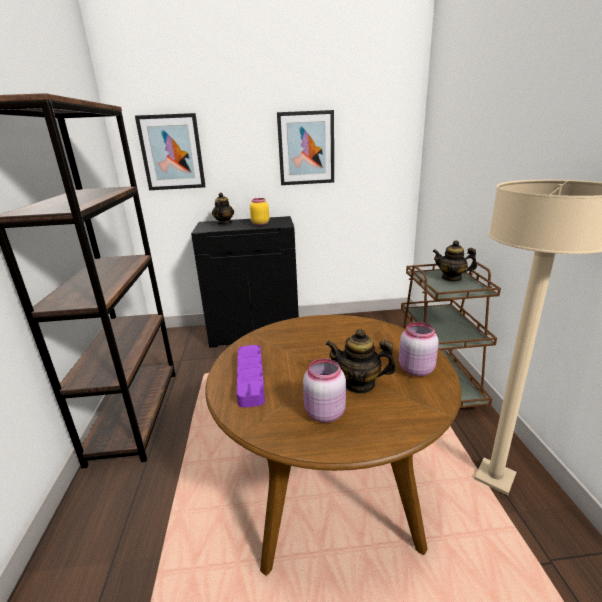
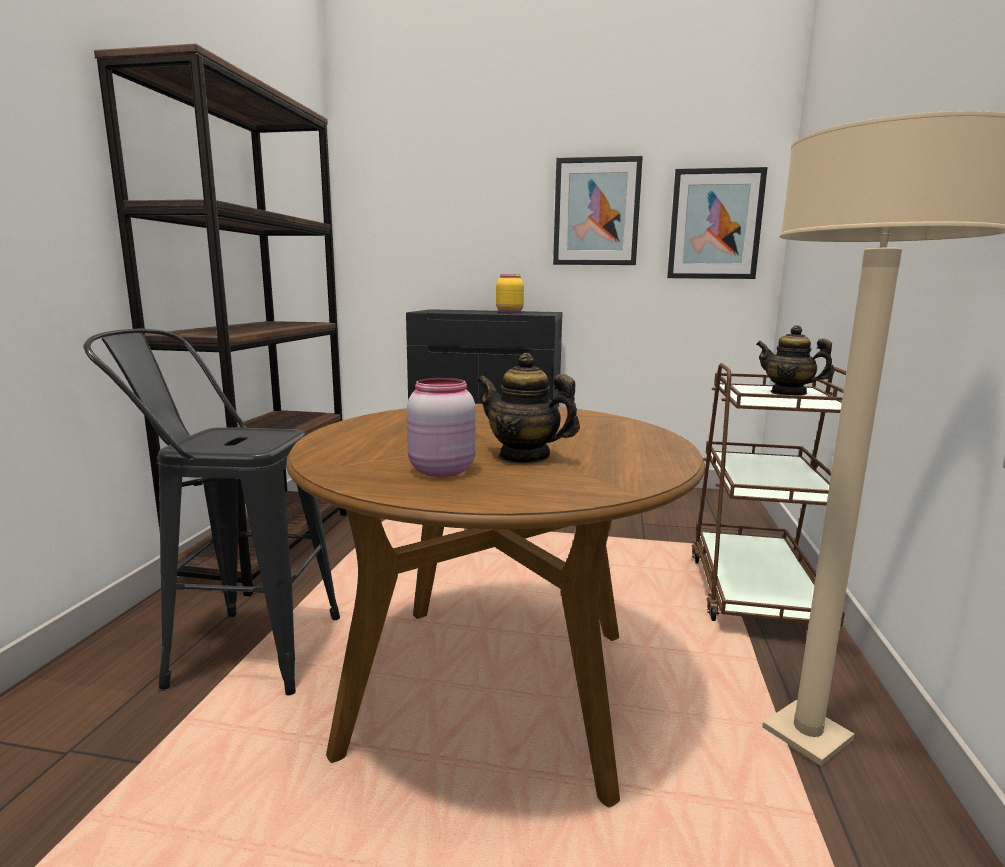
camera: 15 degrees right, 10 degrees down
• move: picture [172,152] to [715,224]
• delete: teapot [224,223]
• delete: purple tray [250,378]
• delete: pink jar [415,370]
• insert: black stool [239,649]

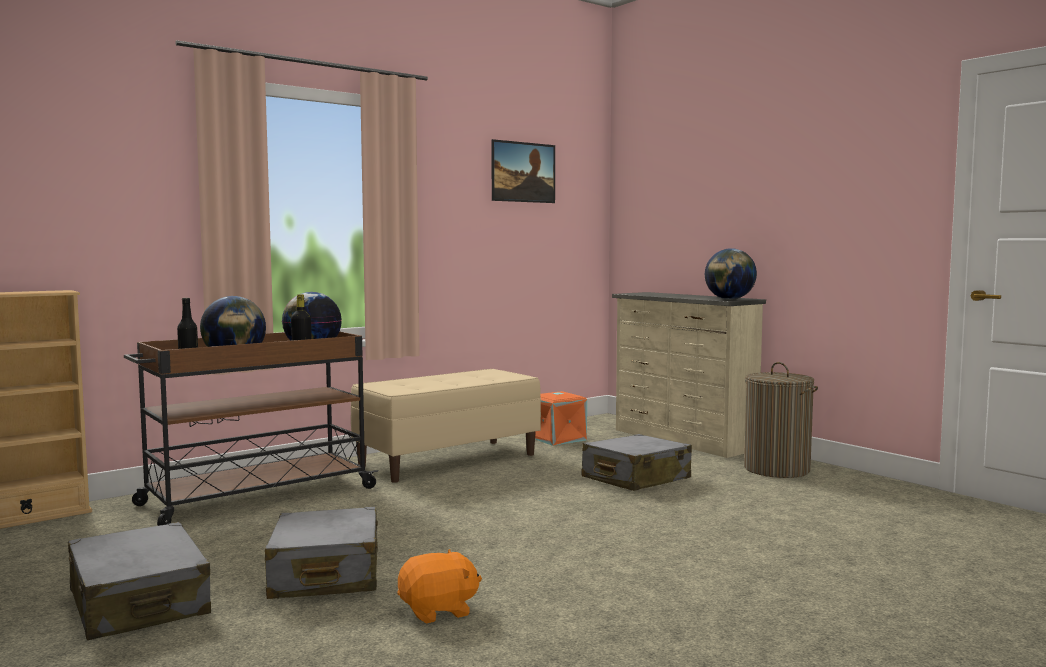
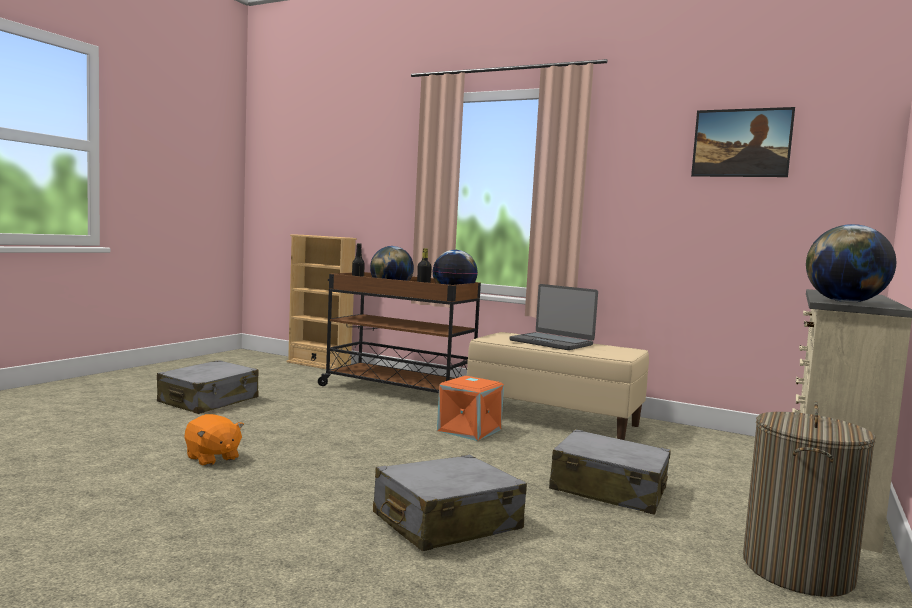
camera: 65 degrees right, 0 degrees up
• move: grey suitcase [326,575] to [446,522]
• move: orange storage box [558,438] to [470,430]
• insert: laptop [552,342]

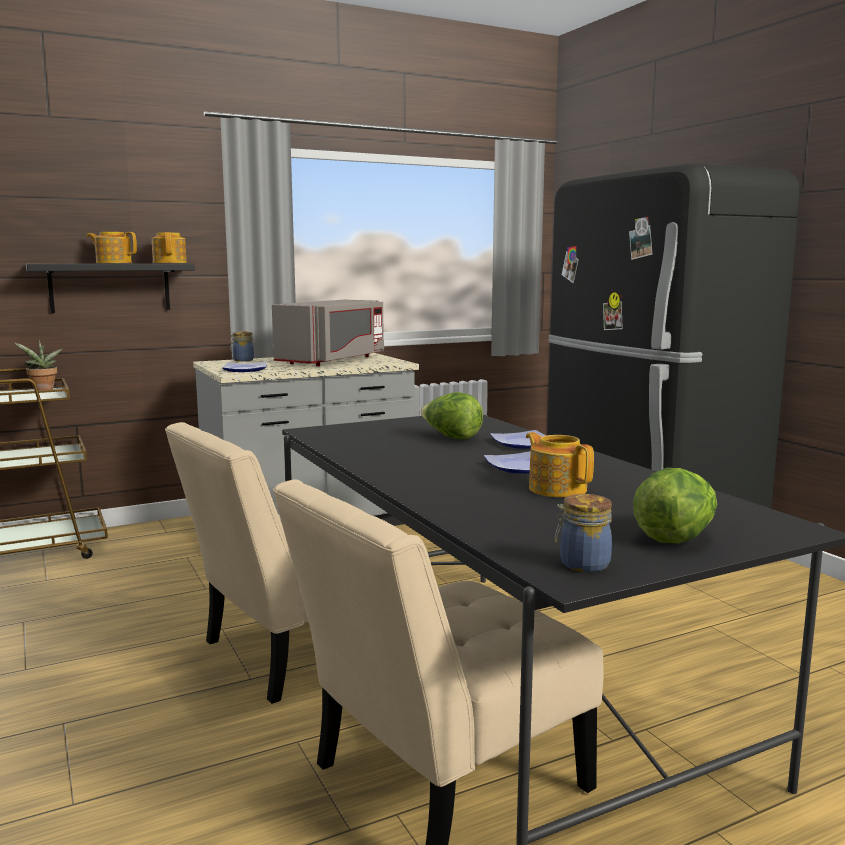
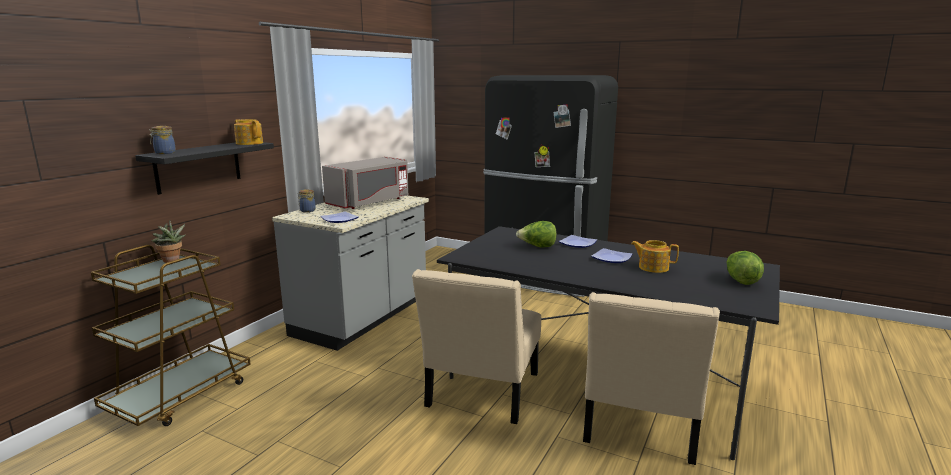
camera: 35 degrees left, 5 degrees up
• delete: teapot [113,263]
• rotate: grey microwave [333,360] = [370,202] 45 degrees clockwise
• move: jar [582,564] to [164,153]

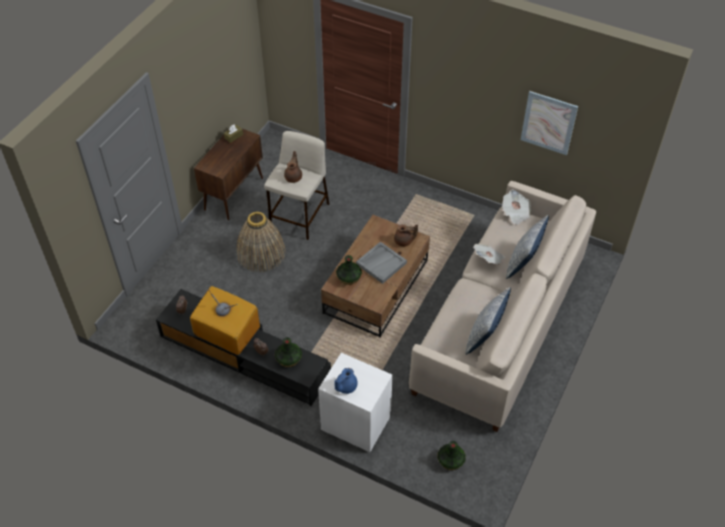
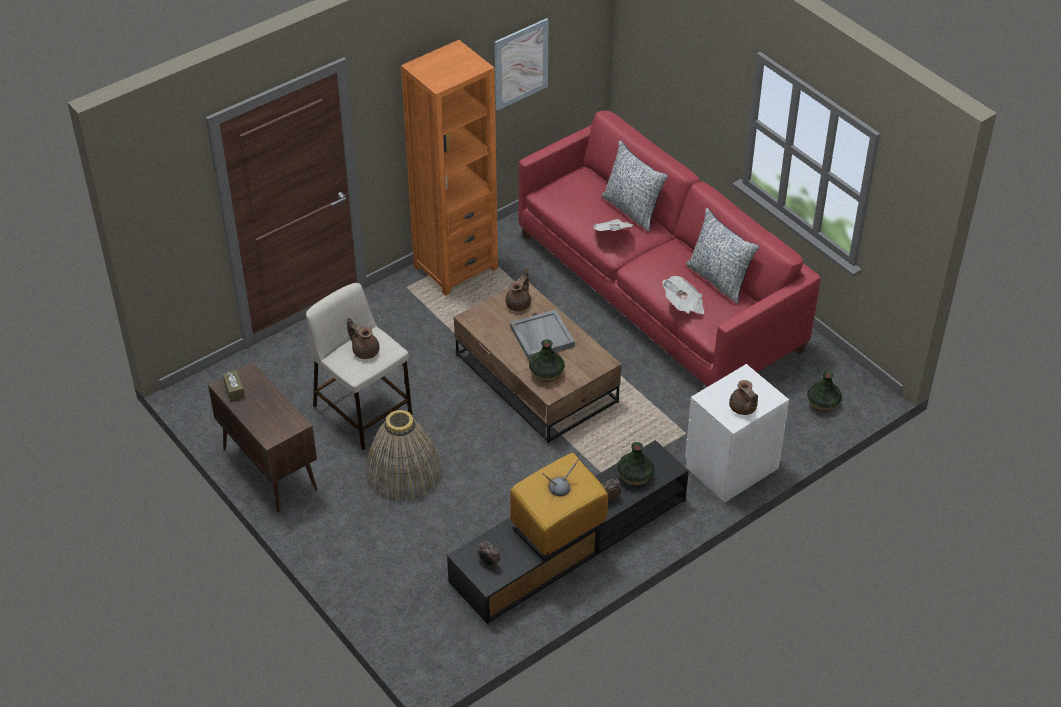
camera: 65 degrees left, 5 degrees down
• recolor: blue teapot [345,386] to brown teapot [743,409]
• recolor: beige sofa [500,324] to red sofa [659,292]
• move: newspaper [515,213] to [683,305]
• insert: orange bookcase [455,267]

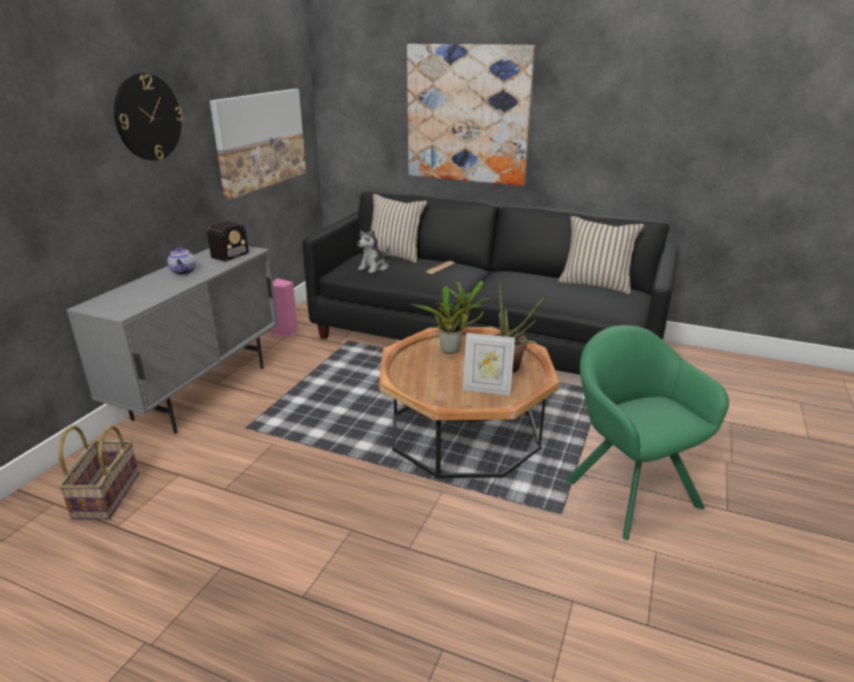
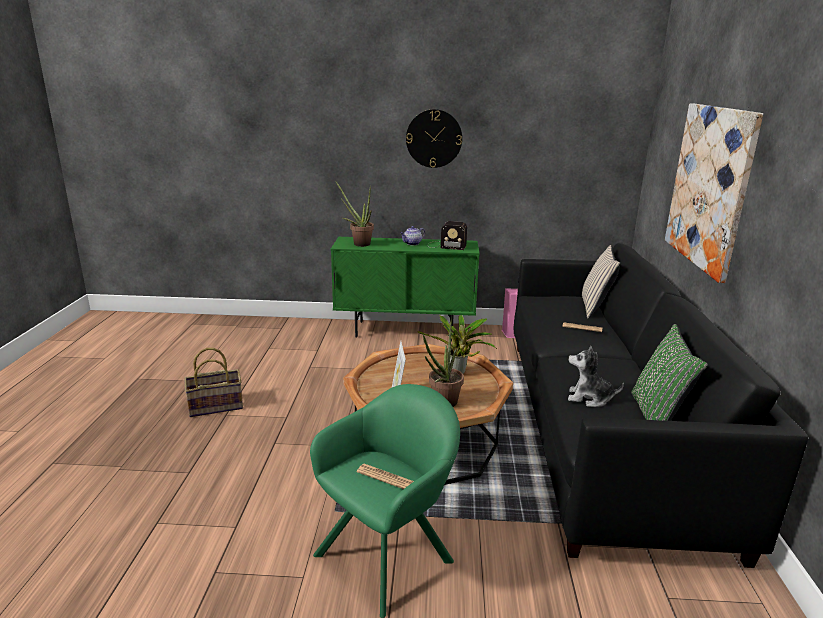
camera: 70 degrees right, 5 degrees down
• move: basket [106,495] to [216,406]
• recolor: grey cabinet [202,392] to green cabinet [405,331]
• delete: picture [260,140]
• move: plush toy [374,267] to [589,398]
• recolor: beige pillow [595,284] to green pillow [658,417]
• insert: potted plant [358,243]
• insert: newspaper [385,477]

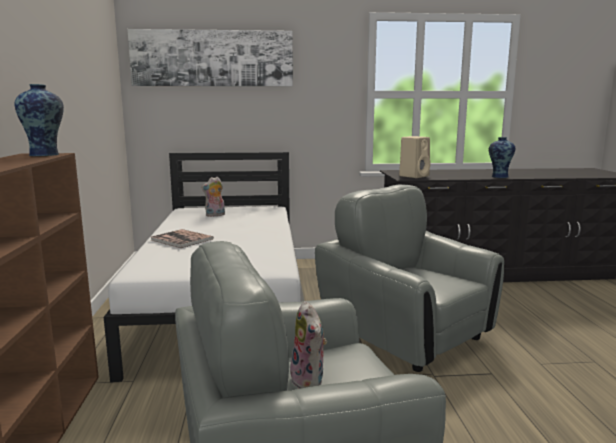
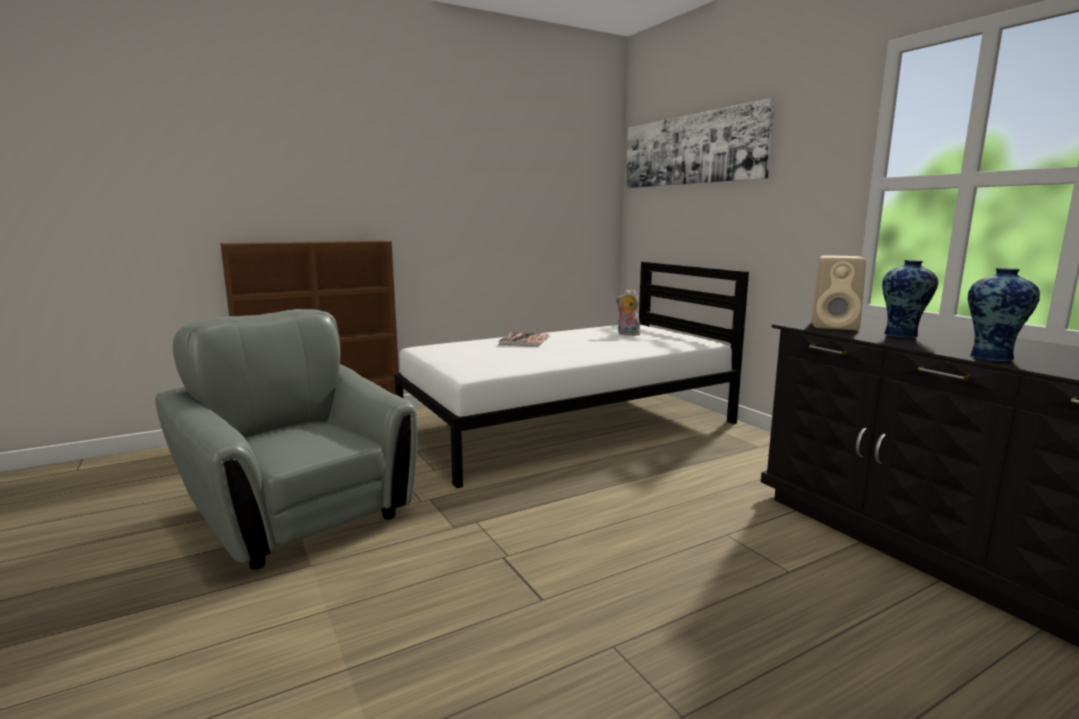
camera: 65 degrees right, 0 degrees up
• move: vase [45,155] to [902,335]
• delete: plush toy [310,381]
• delete: grey armchair [406,335]

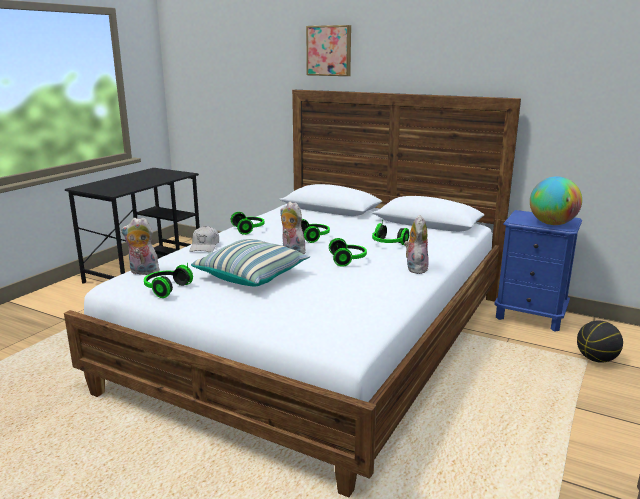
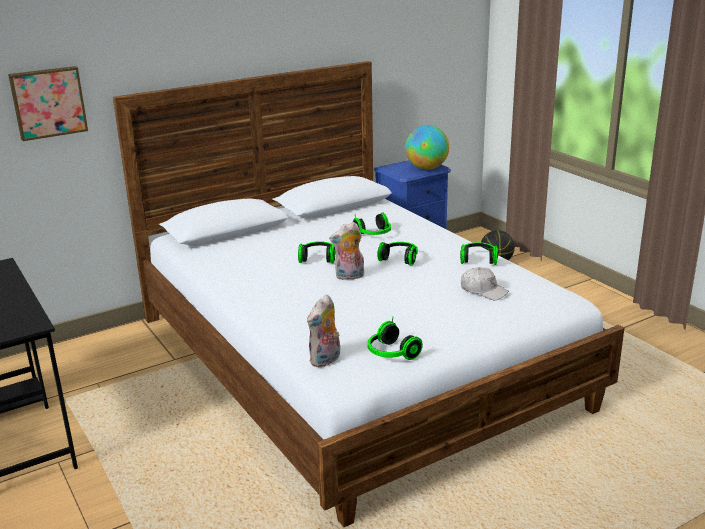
camera: 60 degrees left, 5 degrees up
• move: white cap [205,246] to [483,291]
• delete: pillow [252,276]
• move: headphones [249,229] to [478,260]
• move: picture [329,50] to [48,102]
• delete: plush toy [415,268]

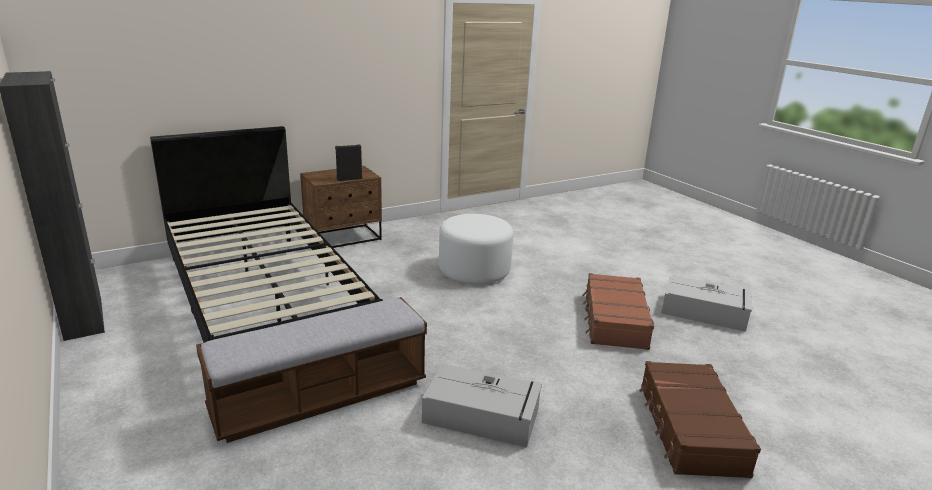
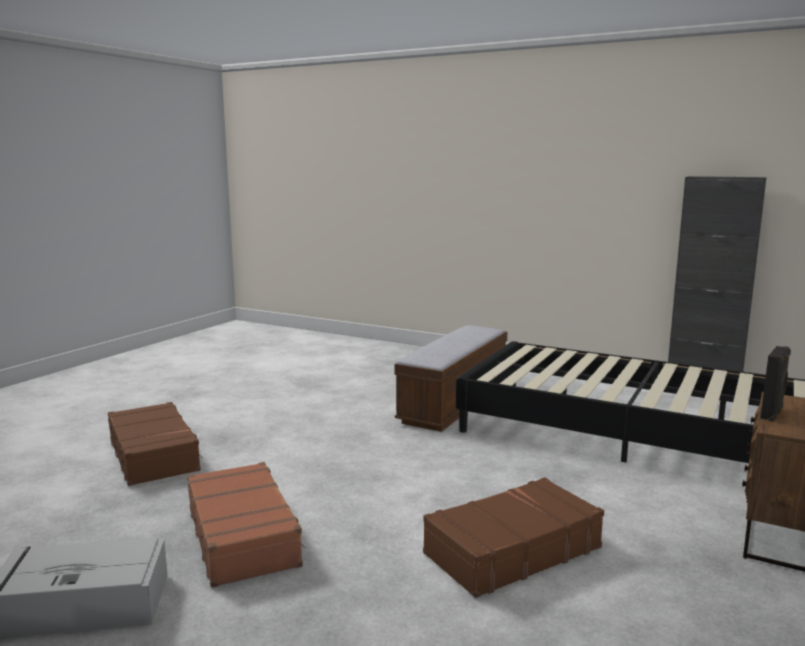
camera: 150 degrees right, 10 degrees down
• delete: grey storage box [483,416]
• replace: white ottoman [474,271] to brown suitcase [511,550]

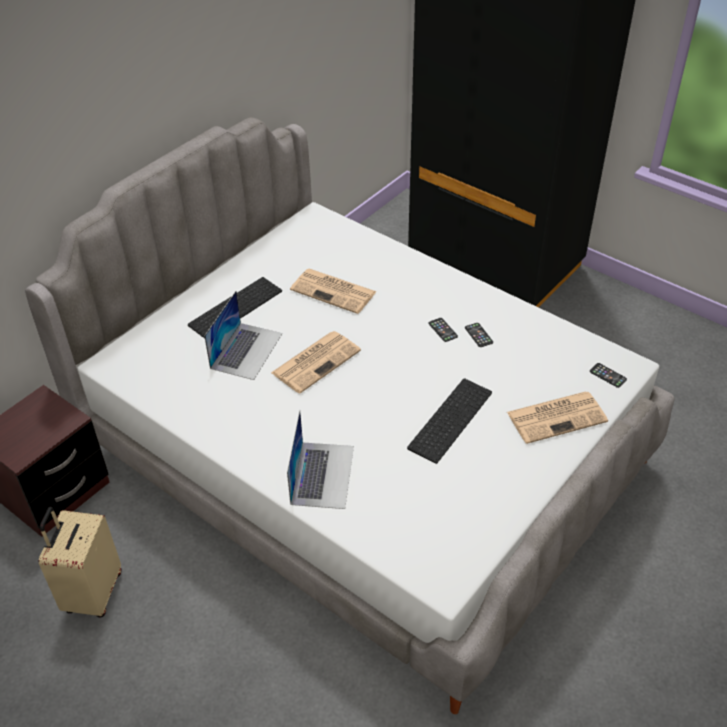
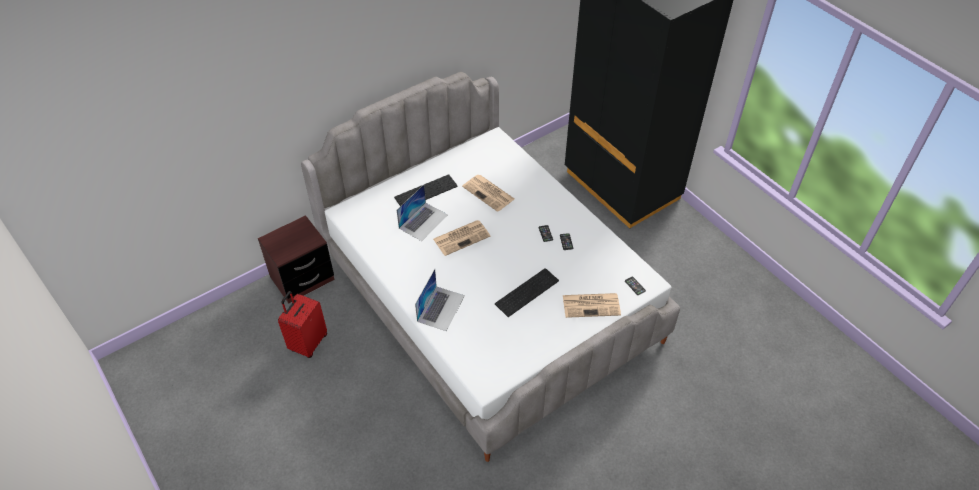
camera: 15 degrees right, 5 degrees up
• recolor: beige suitcase [92,593] to red suitcase [308,343]

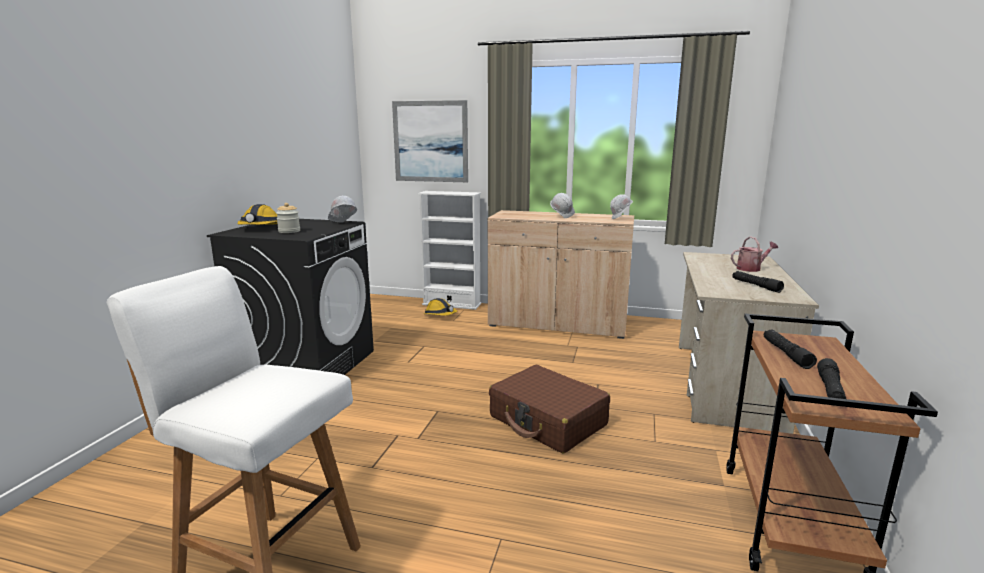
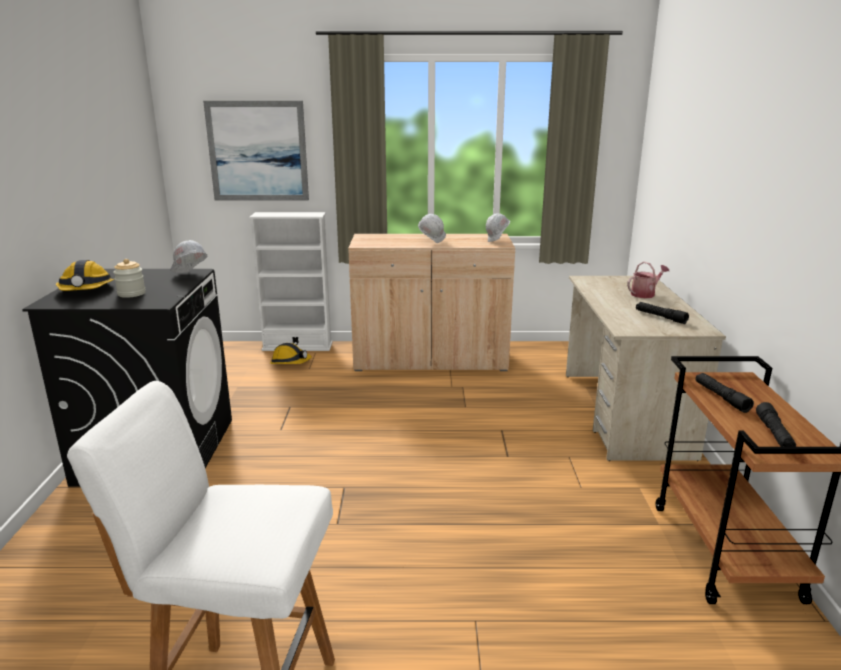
camera: 15 degrees left, 5 degrees up
• delete: brown suitcase [548,421]

